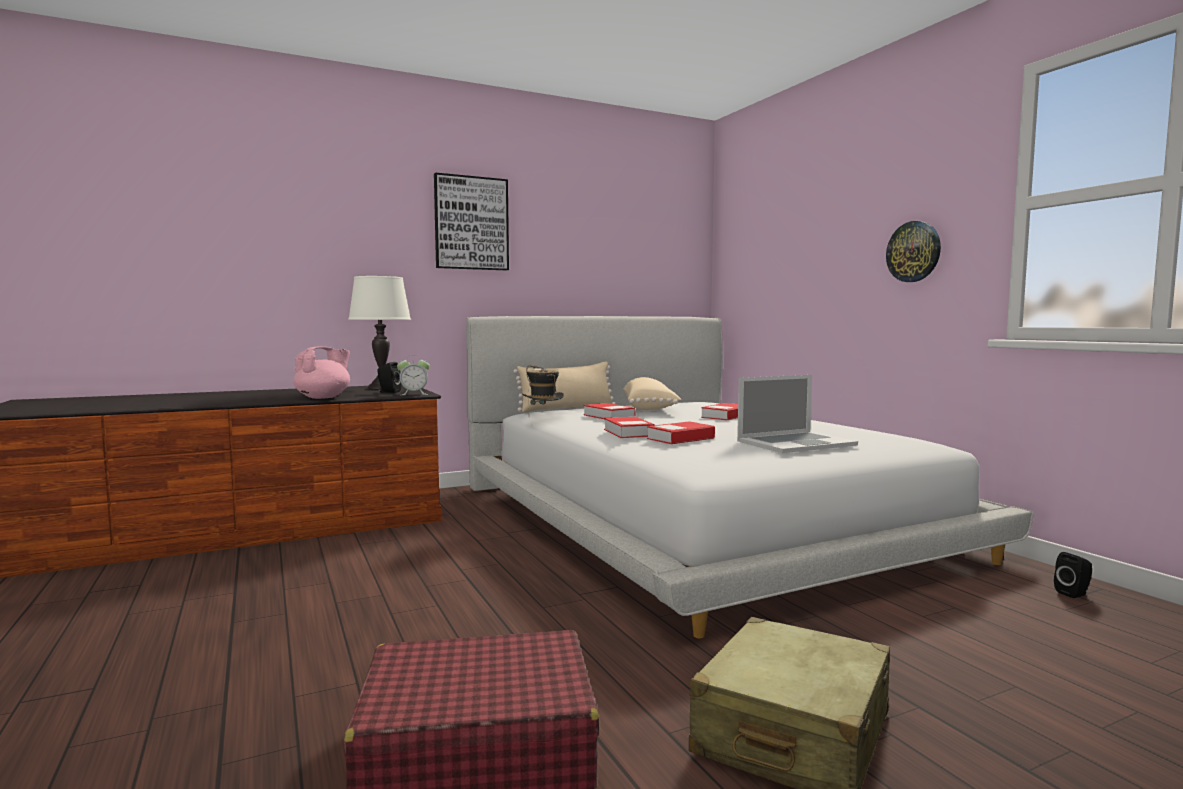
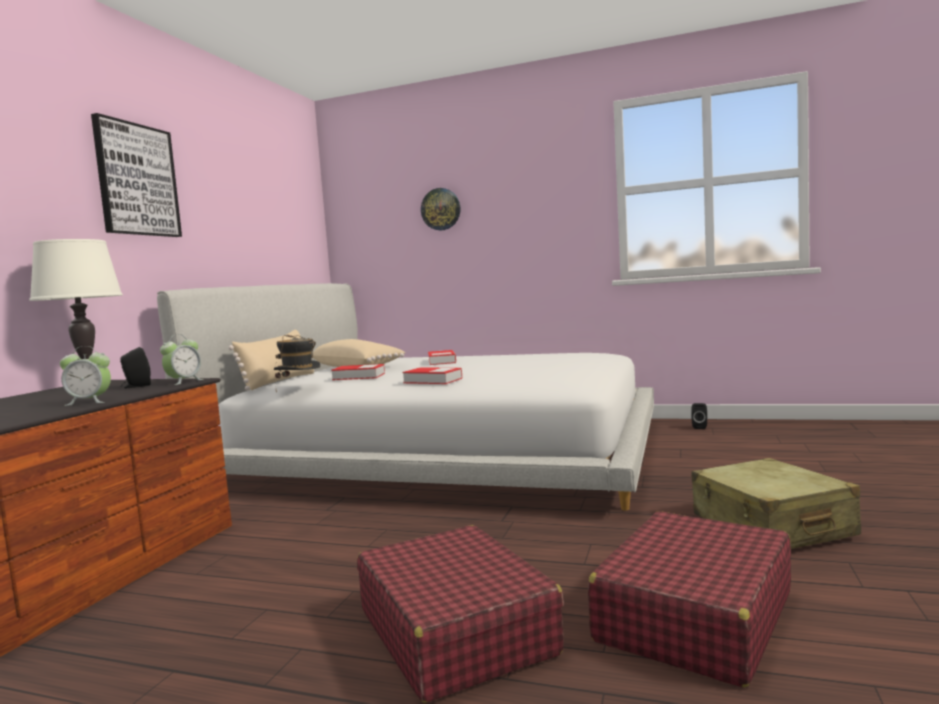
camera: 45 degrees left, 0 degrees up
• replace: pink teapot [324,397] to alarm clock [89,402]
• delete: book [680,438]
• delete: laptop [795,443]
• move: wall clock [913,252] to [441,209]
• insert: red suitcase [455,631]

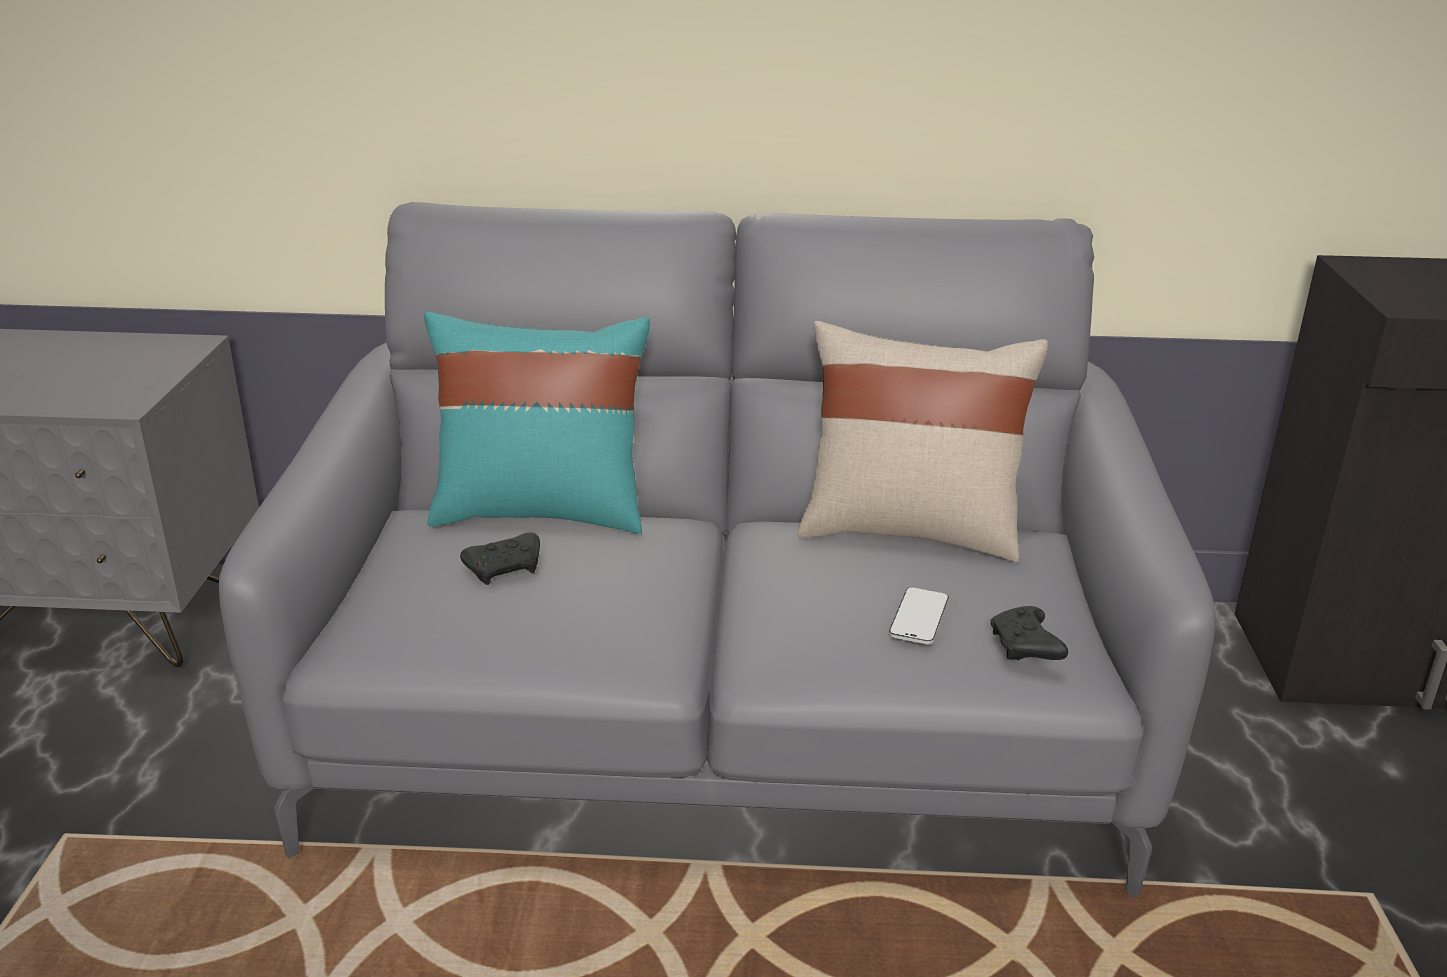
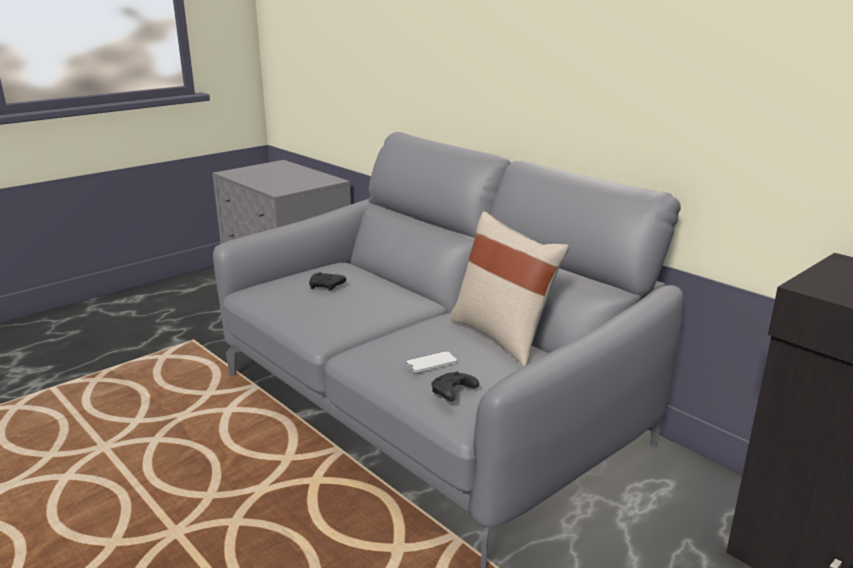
camera: 45 degrees right, 5 degrees down
• delete: turquoise pillow [541,511]

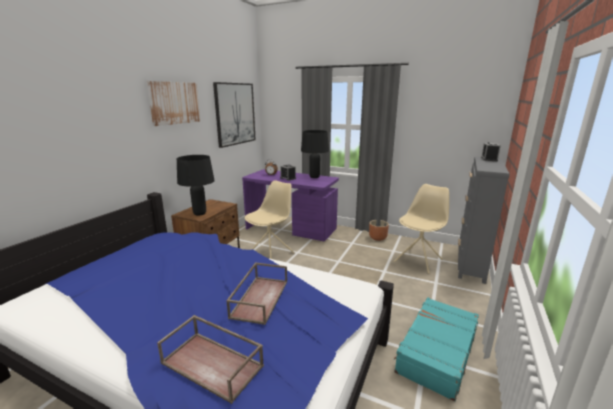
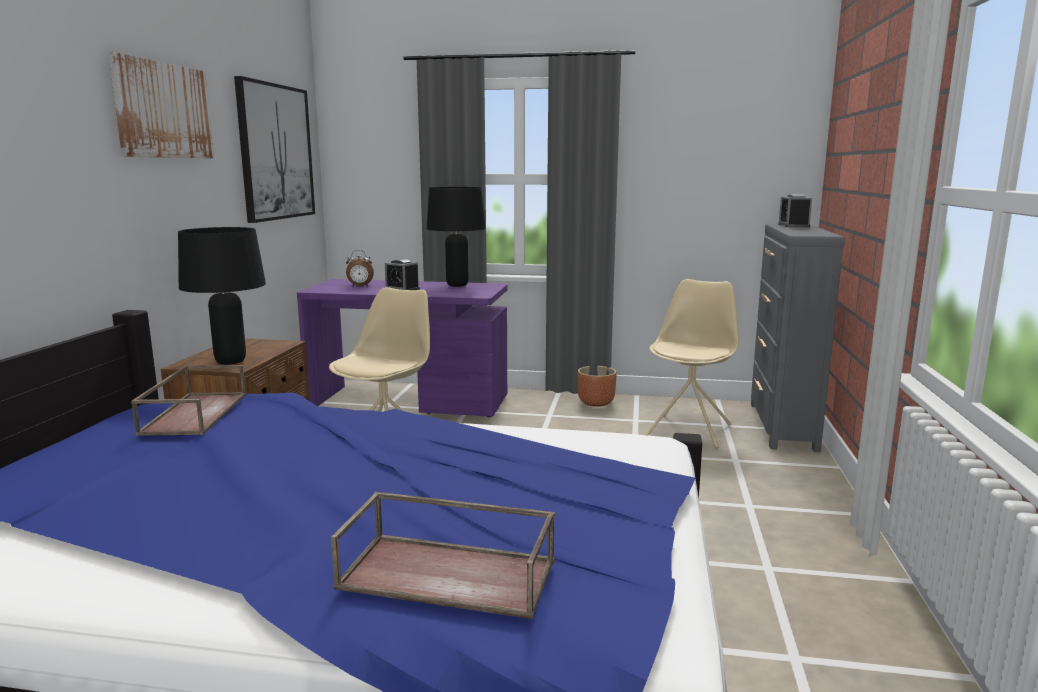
camera: 15 degrees left, 5 degrees down
• move: brown tray [259,298] to [194,413]
• delete: turquoise suitcase [436,352]

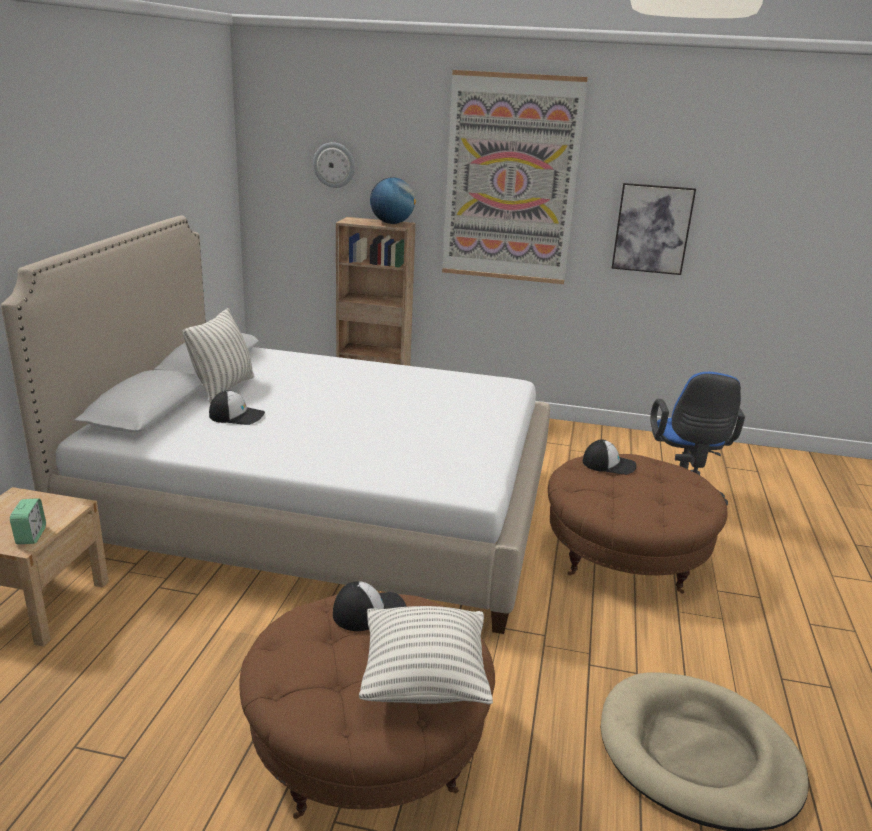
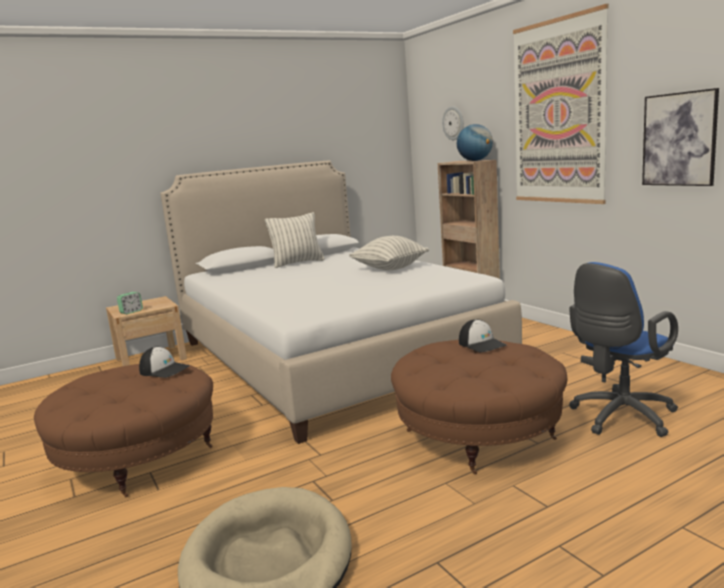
camera: 50 degrees right, 10 degrees down
• delete: cap [237,415]
• move: pillow [424,681] to [390,268]

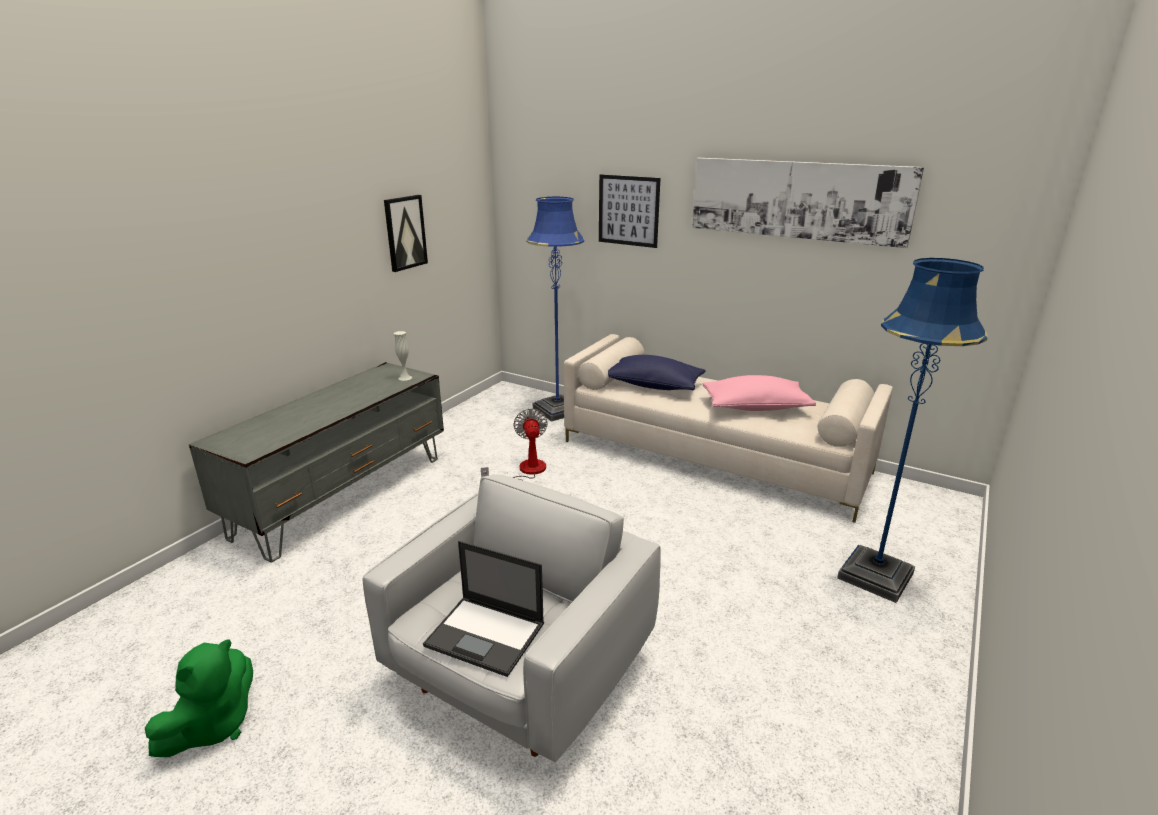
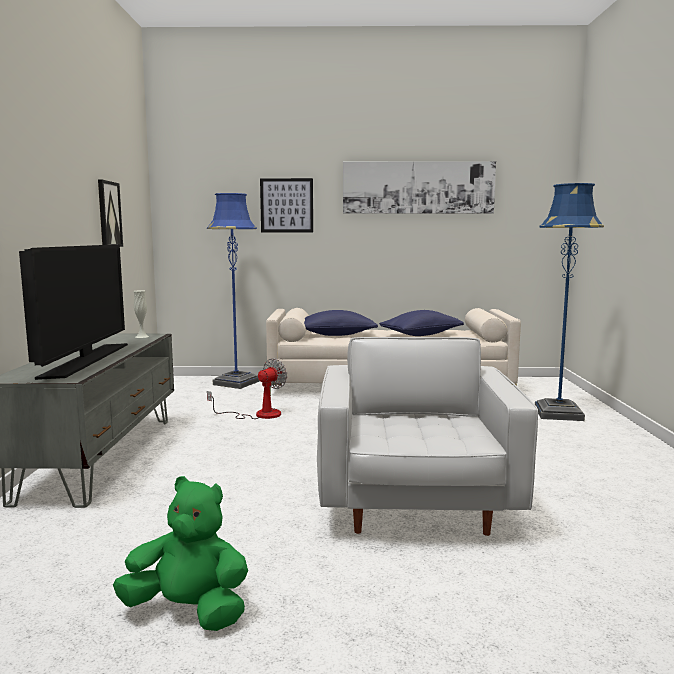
camera: 30 degrees left, 15 degrees down
• rotate: green plush toy [213,726] = [189,611] 75 degrees counterclockwise
• delete: laptop [486,635]
• rotate: fan [525,471] = [258,415] 75 degrees clockwise
• recolor: pink pillow [755,407] to blue pillow [421,335]
• insert: television [86,360]

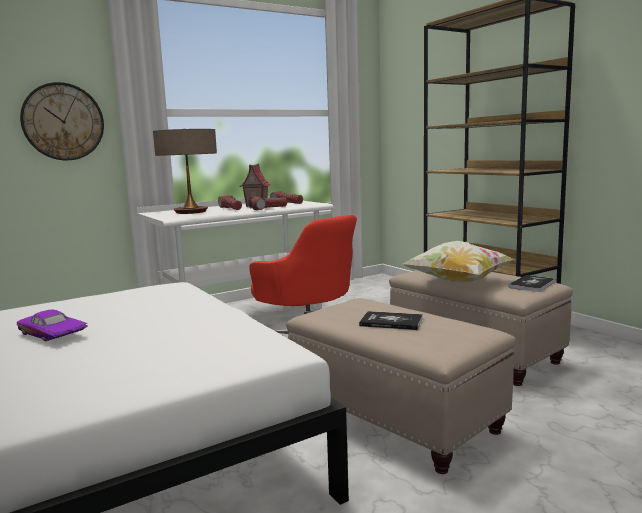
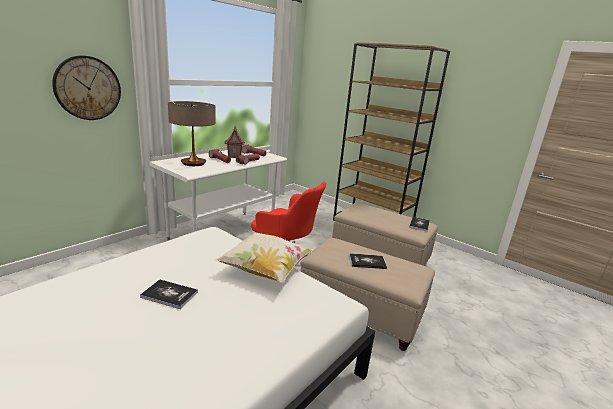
camera: 20 degrees left, 10 degrees up
• replace: purple toy car [50,335] to book [169,295]
• move: pillow [457,282] to [266,270]

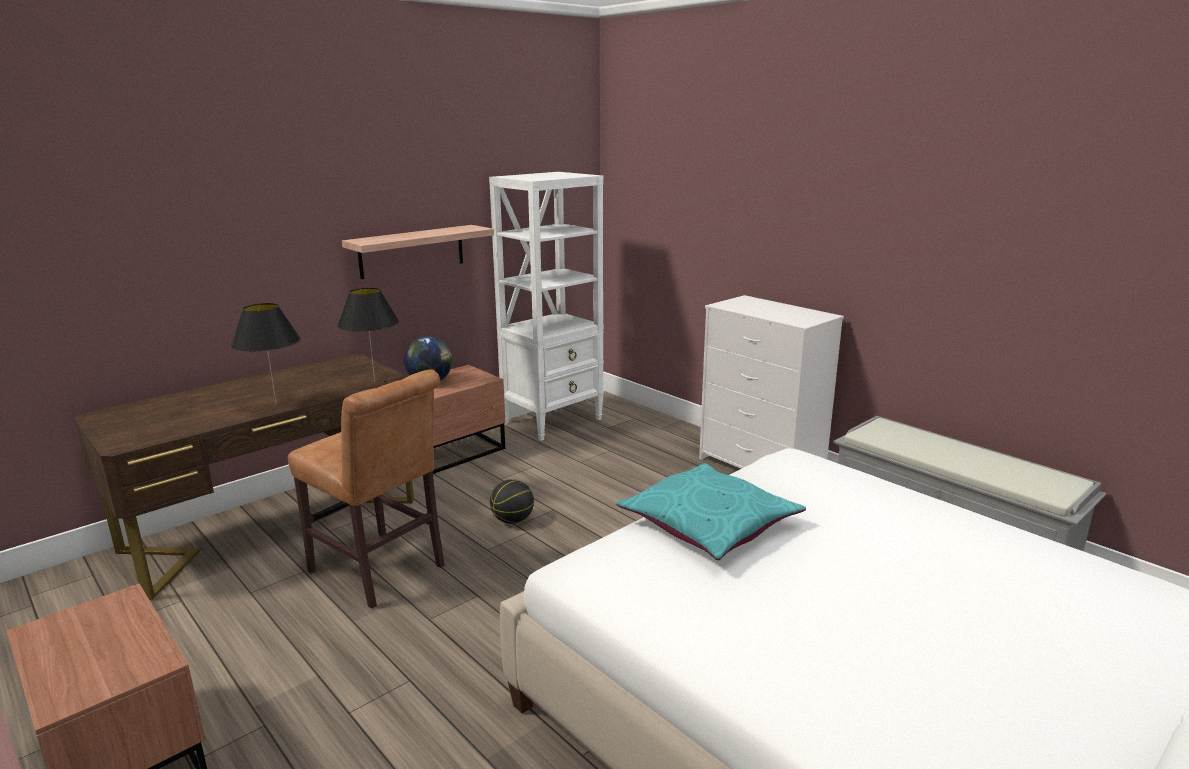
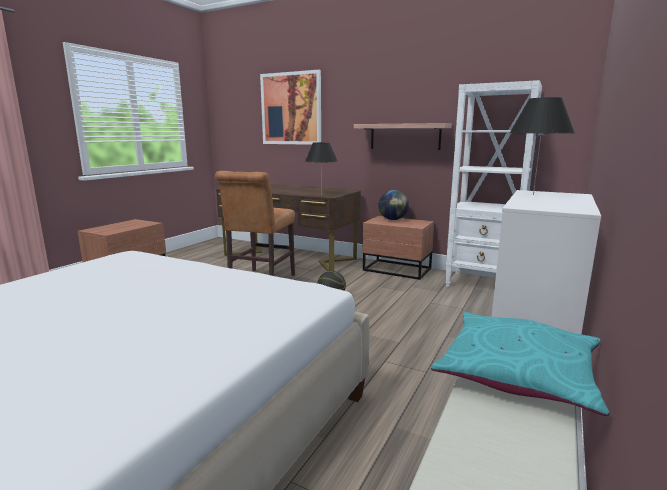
camera: 70 degrees right, 5 degrees down
• move: black table lamp [275,404] to [533,195]
• move: turquoise pillow [709,524] to [518,372]
• insert: picture [291,109]

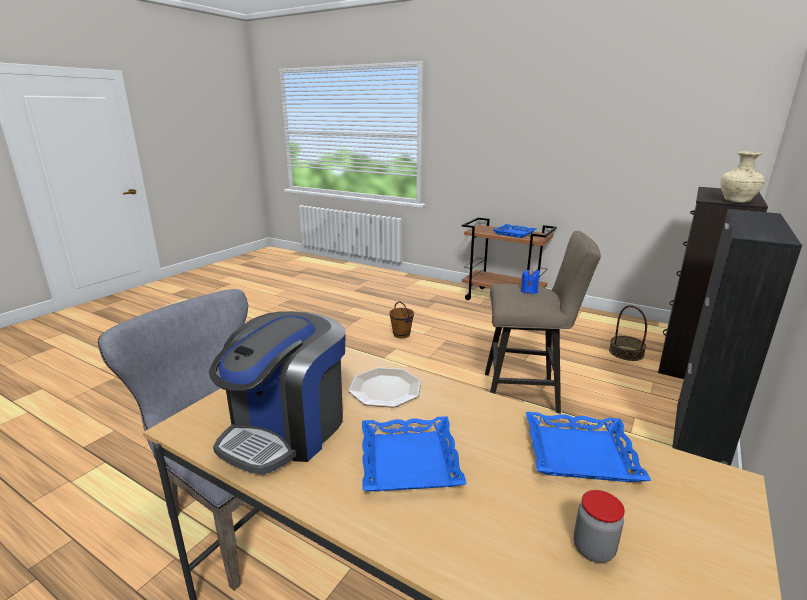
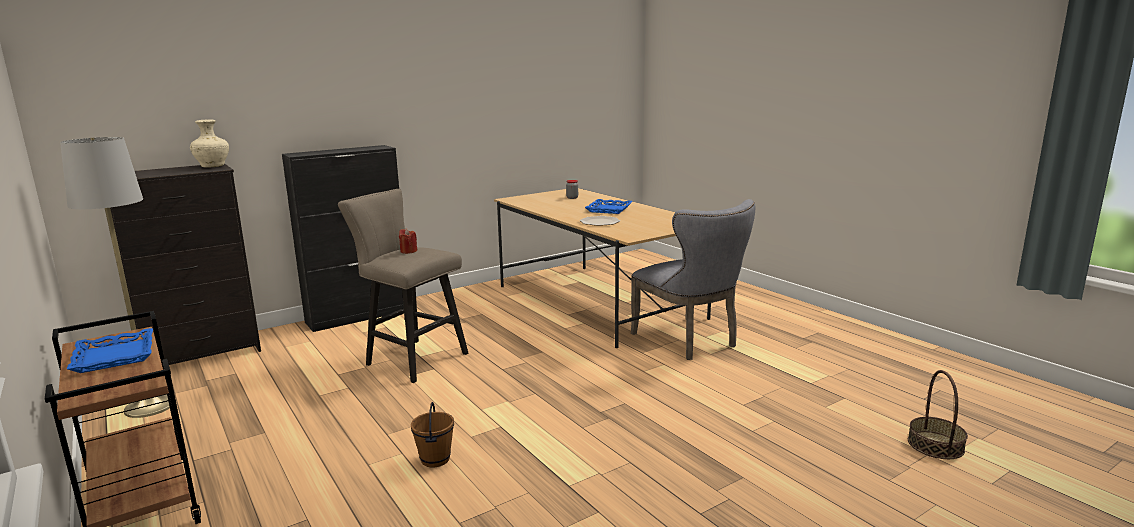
camera: 155 degrees left, 5 degrees down
• delete: coffee machine [287,430]
• recolor: blue candle [529,291] to red candle [408,251]
• delete: blue tray [580,453]
• move: basket [626,353] to [936,445]
• insert: grey floor lamp [150,406]

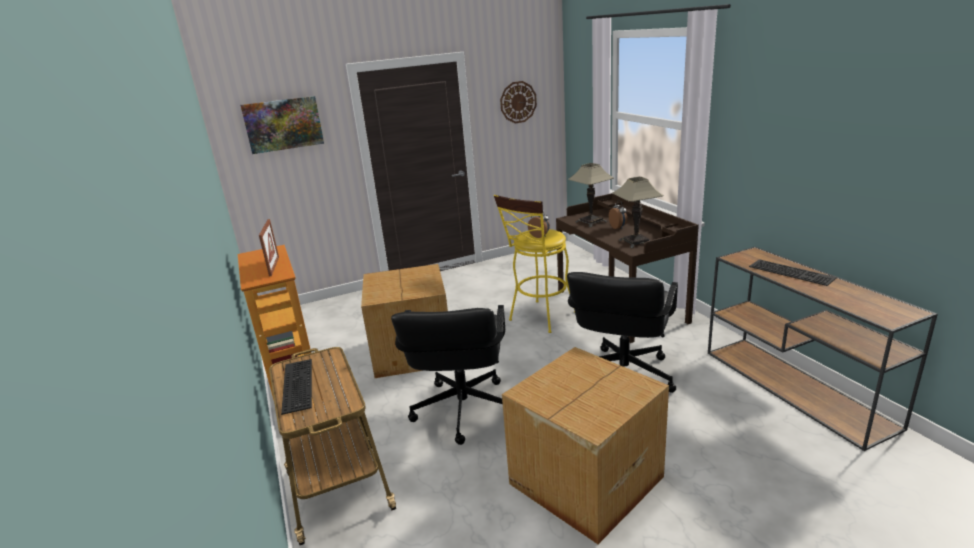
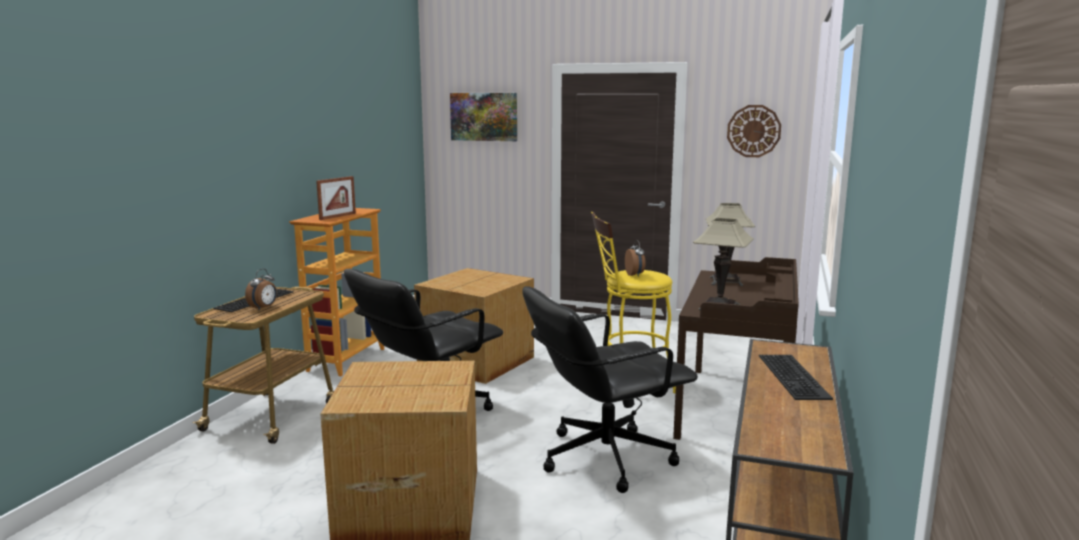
camera: 40 degrees right, 10 degrees down
• move: alarm clock [618,227] to [264,308]

